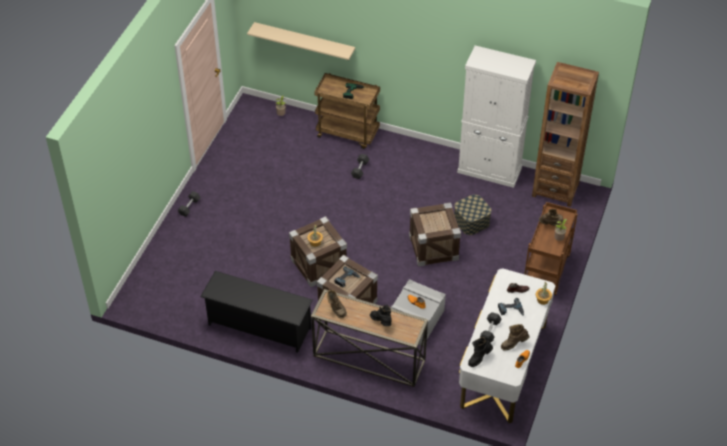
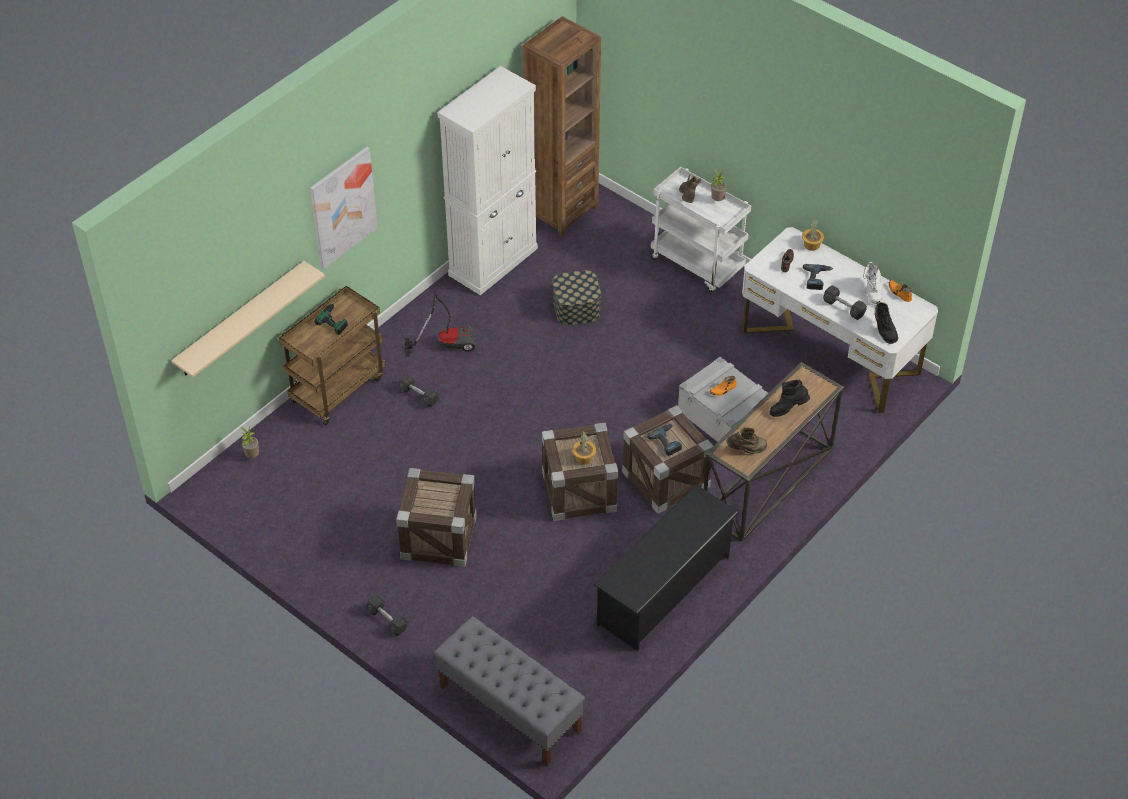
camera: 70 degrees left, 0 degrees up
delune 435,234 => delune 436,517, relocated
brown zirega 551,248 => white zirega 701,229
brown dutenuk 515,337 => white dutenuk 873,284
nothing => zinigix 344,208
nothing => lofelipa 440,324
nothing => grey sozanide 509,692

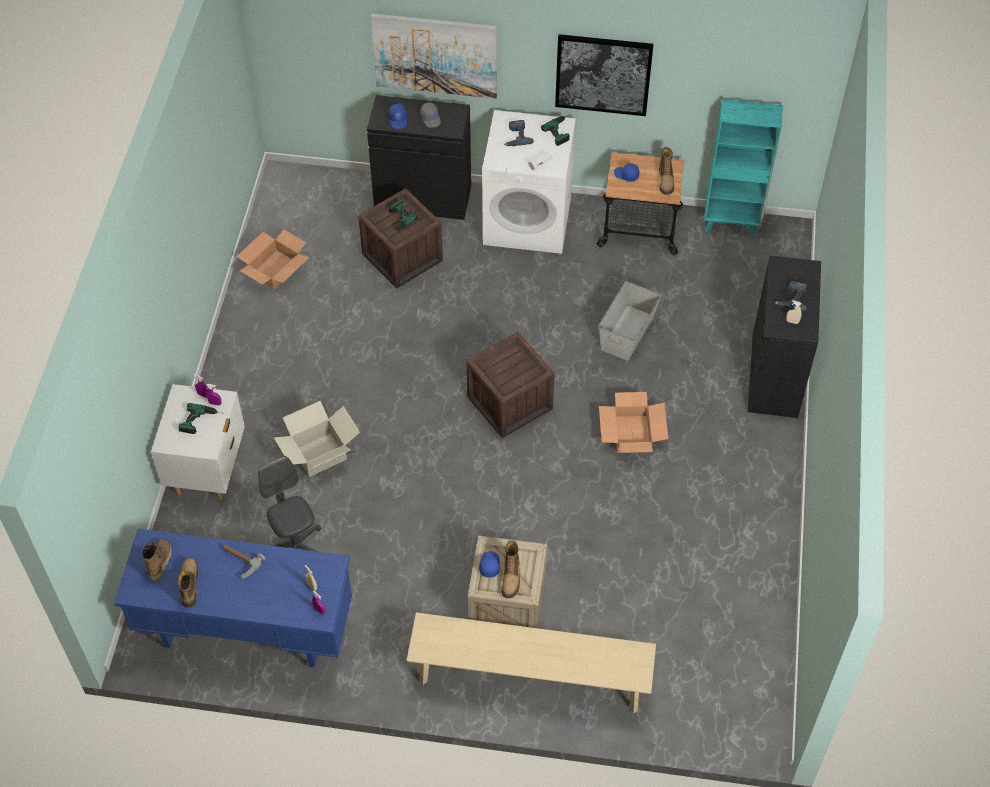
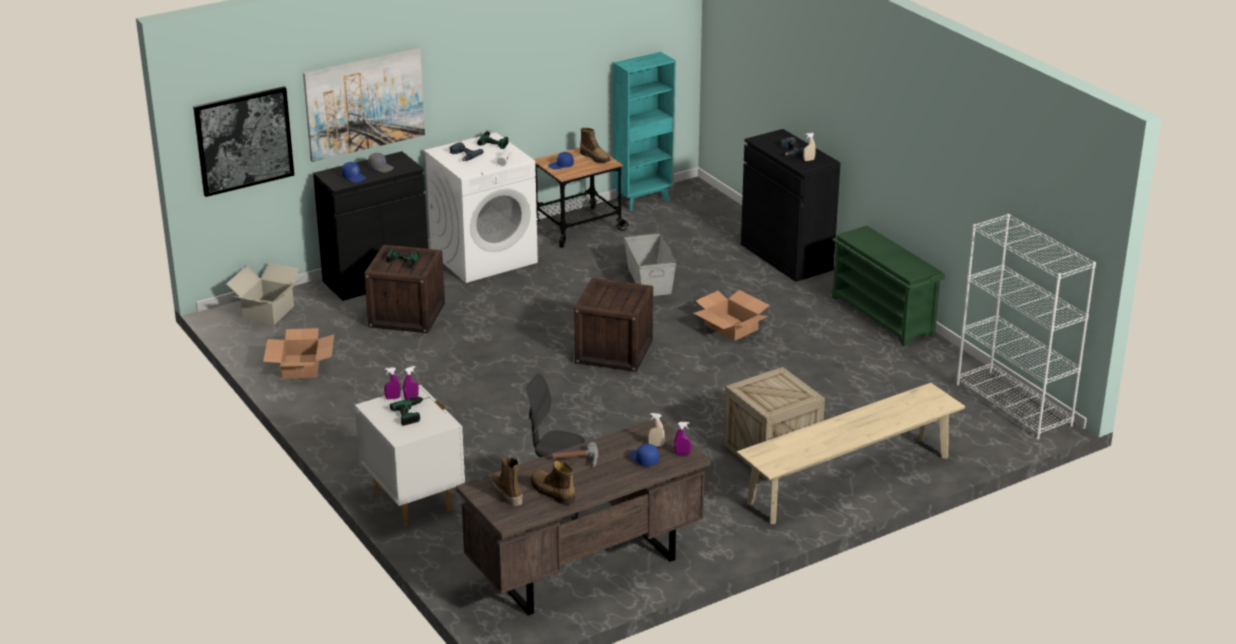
camera: 40 degrees left, 25 degrees down
zinigix 604,75 => zinigix 243,141, relocated
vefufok 317,439 => vefufok 265,294, relocated
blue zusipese 233,598 => brown zusipese 583,516
dutenuk 510,569 => nothing
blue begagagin 489,564 => blue begagagin 644,455, relocated
nothing => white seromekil 1026,327
nothing => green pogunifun 888,285

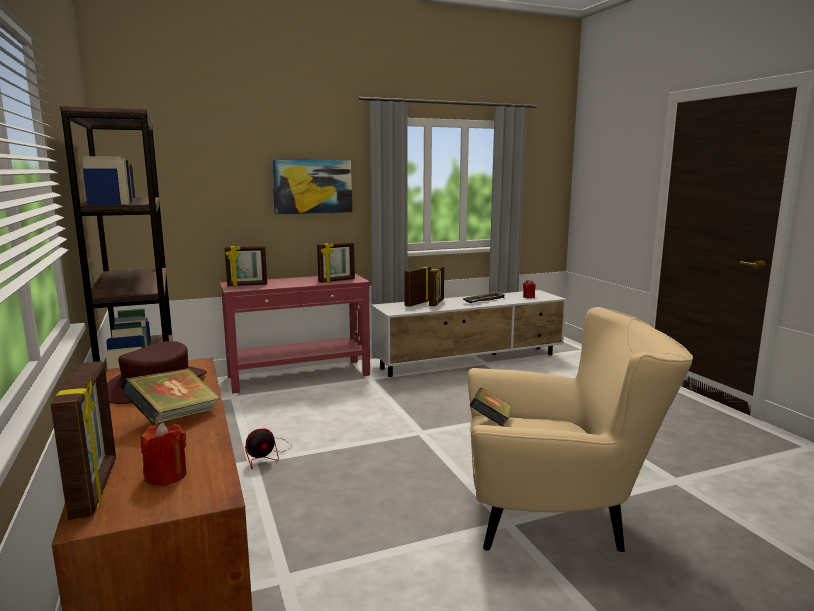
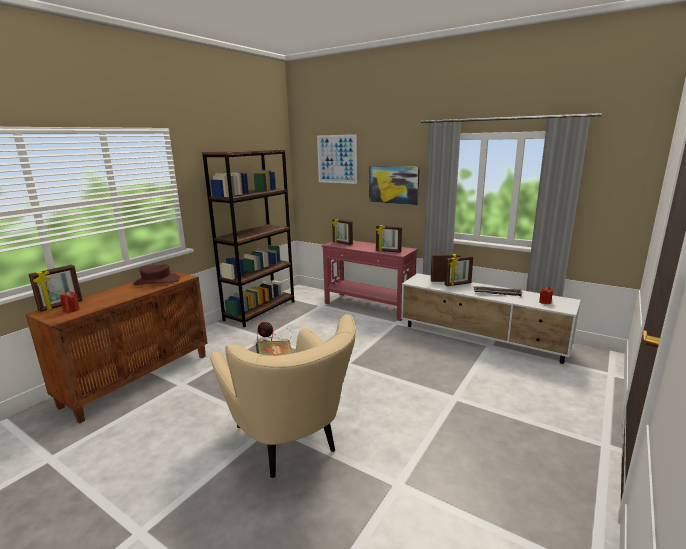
camera: 55 degrees right, 5 degrees up
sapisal 170,396 => nothing
nothing => zinigix 337,159

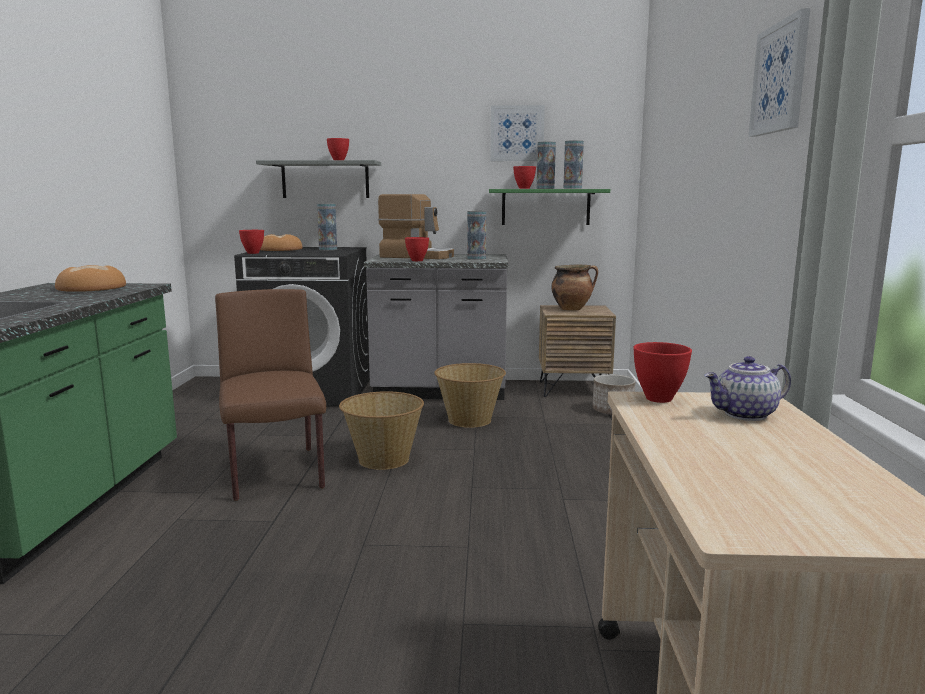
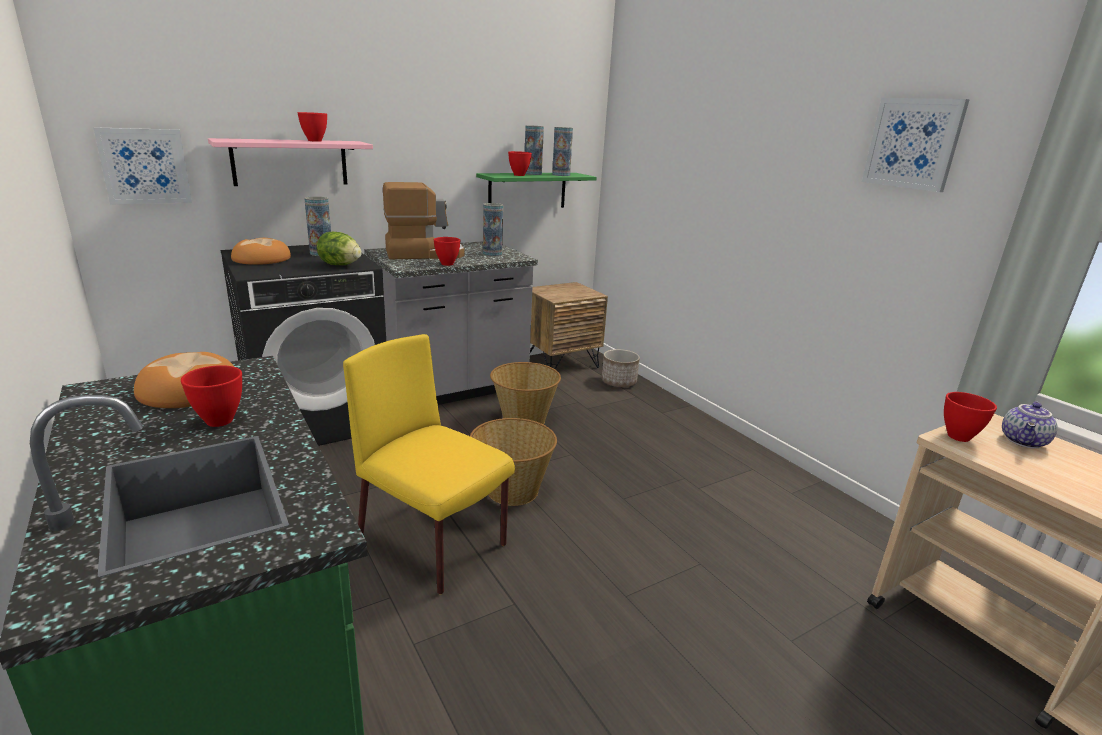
camera: 35 degrees left, 10 degrees up
zinigix 518,133 => zinigix 142,166, relocated
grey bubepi 318,179 => pink bubepi 290,162
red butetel 251,242 => red butetel 211,396, relocated
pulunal 574,288 => nothing
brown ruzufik 270,395 => yellow ruzufik 429,464
nothing => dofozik 339,248

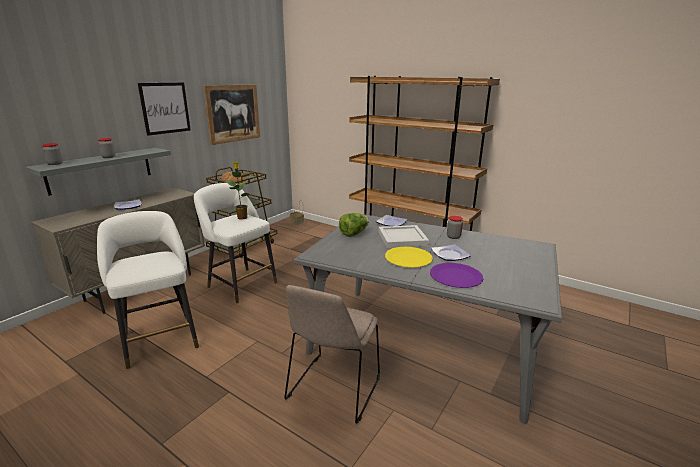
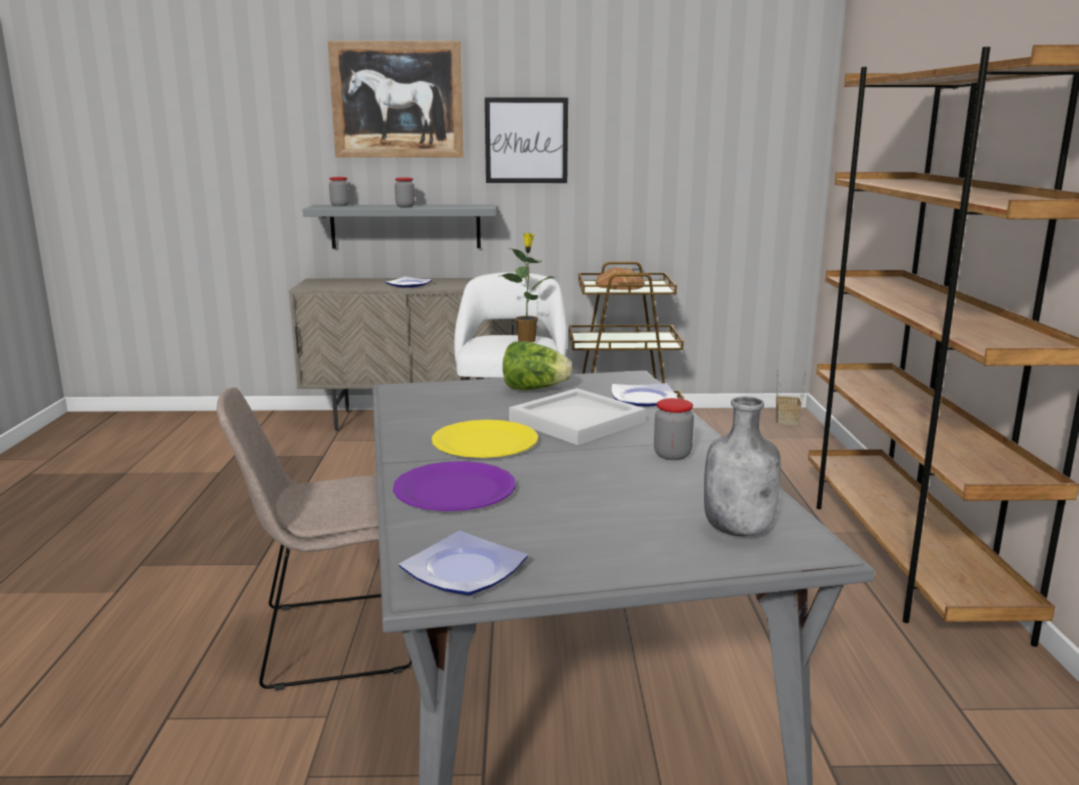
camera: 55 degrees right, 5 degrees down
zinigix 231,114 => zinigix 396,99, relocated
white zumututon 148,290 => nothing
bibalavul 451,252 => bibalavul 463,563, relocated
nothing => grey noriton 742,466

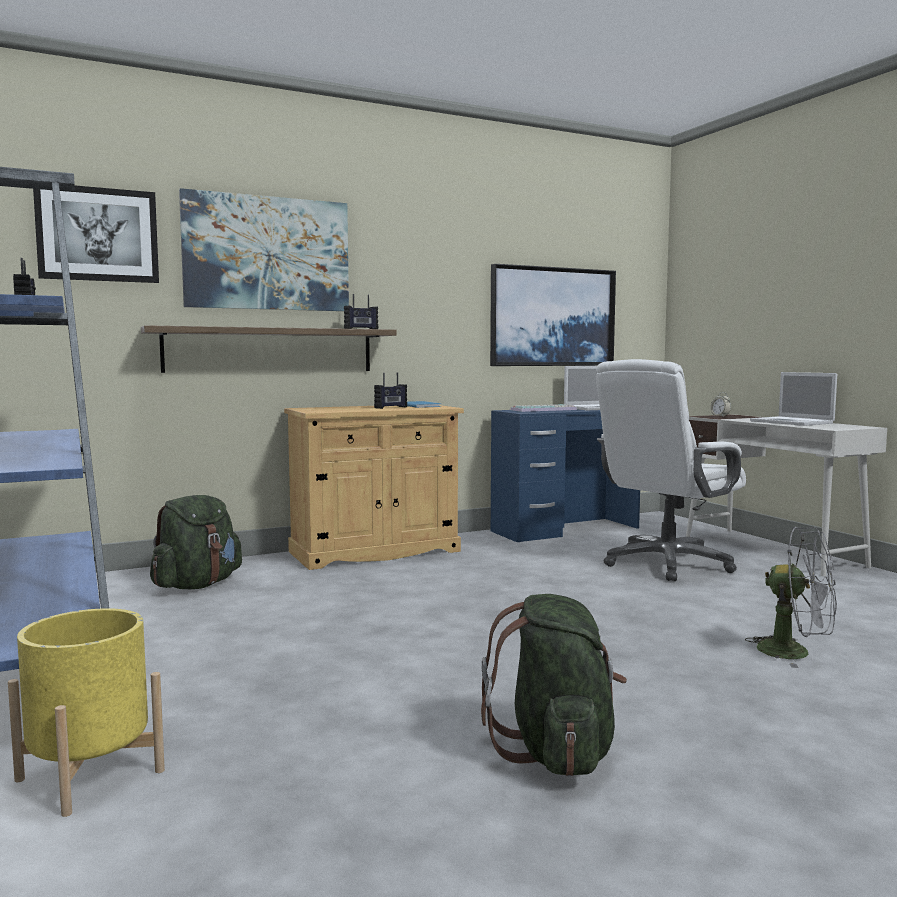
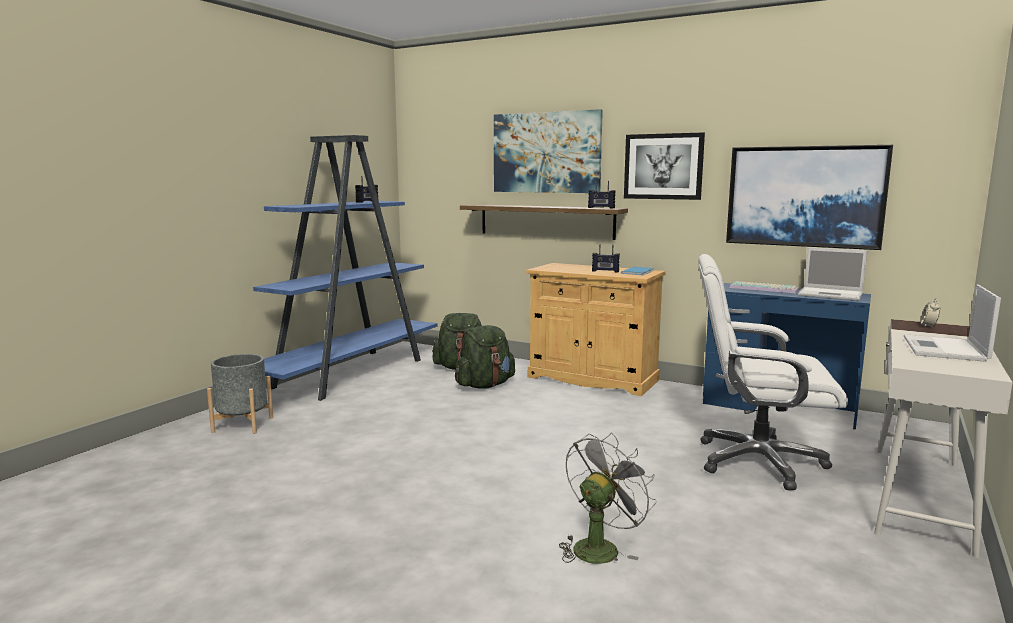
camera: 55 degrees right, 5 degrees up
zinigix 96,234 => zinigix 664,166, relocated
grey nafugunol 791,597 => grey nafugunol 608,498, 135 degrees counterclockwise
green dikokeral 554,685 => green dikokeral 485,357, relocated
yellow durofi 86,712 => grey durofi 240,394

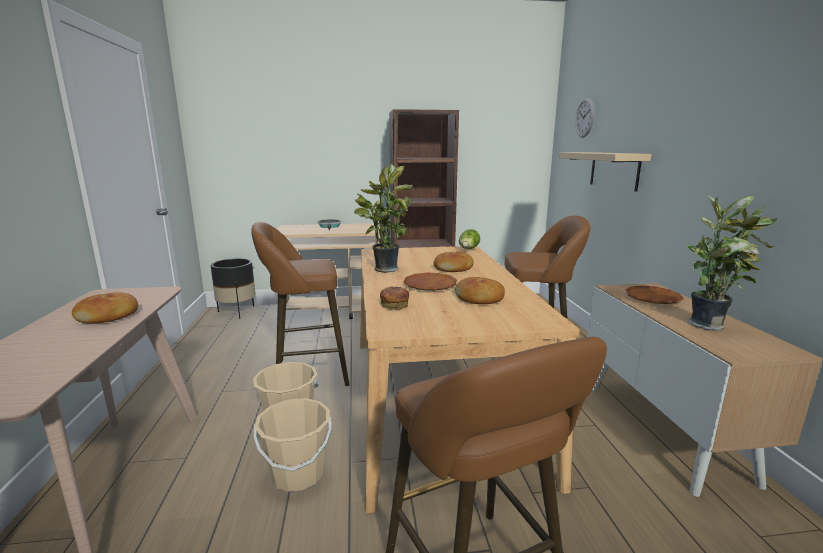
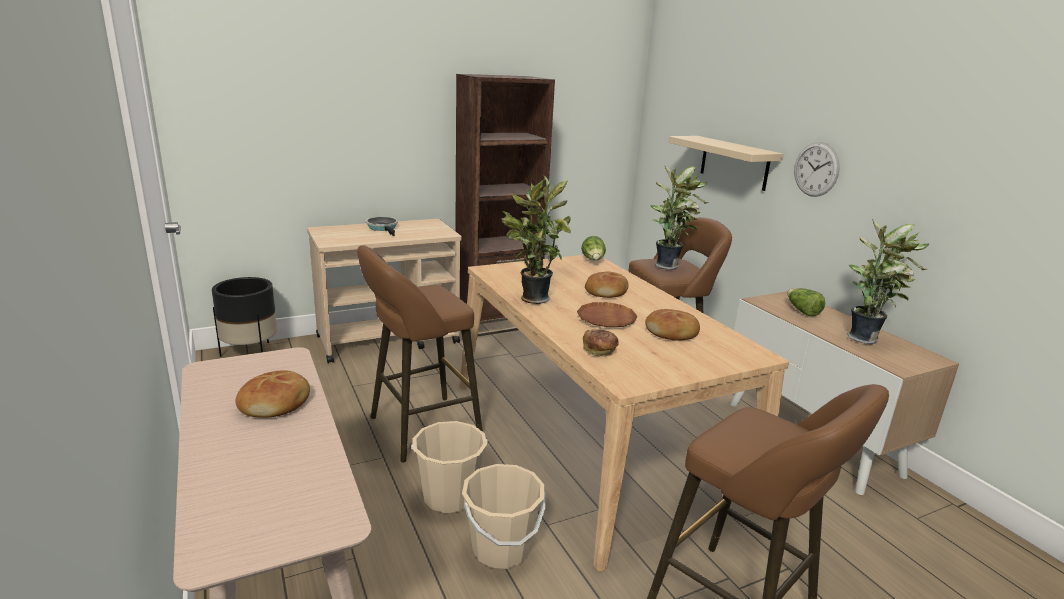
camera: 20 degrees left, 5 degrees up
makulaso 585,118 => makulaso 817,169, relocated
brown bibalavul 655,294 => dofozik 806,302
nothing => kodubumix 679,218

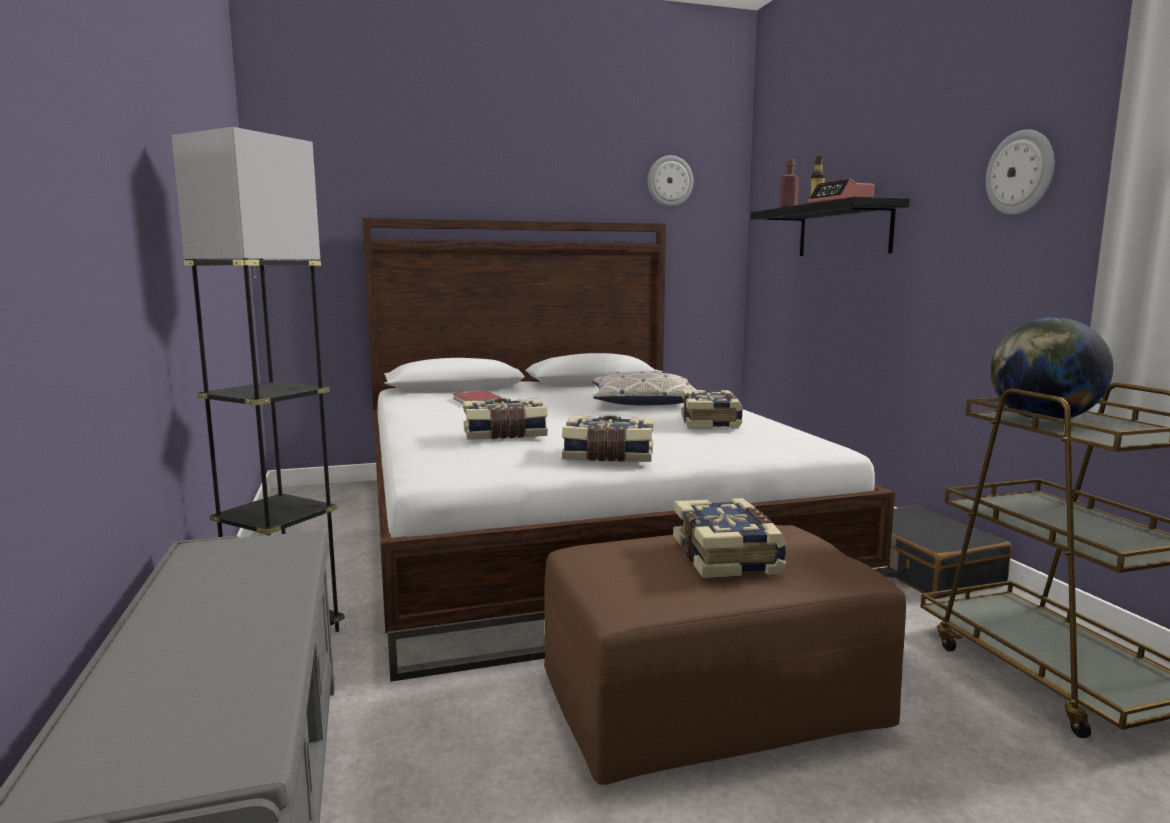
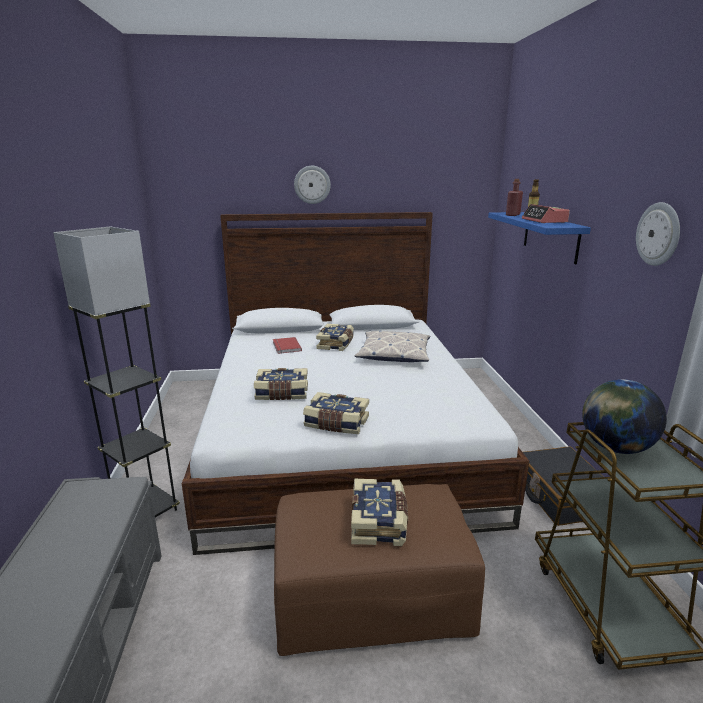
camera: 10 degrees right, 10 degrees up
makulaso 670,181 => makulaso 312,185, relocated
black bubepi 830,226 => blue bubepi 539,238
sapisal 712,409 => sapisal 335,337, relocated

